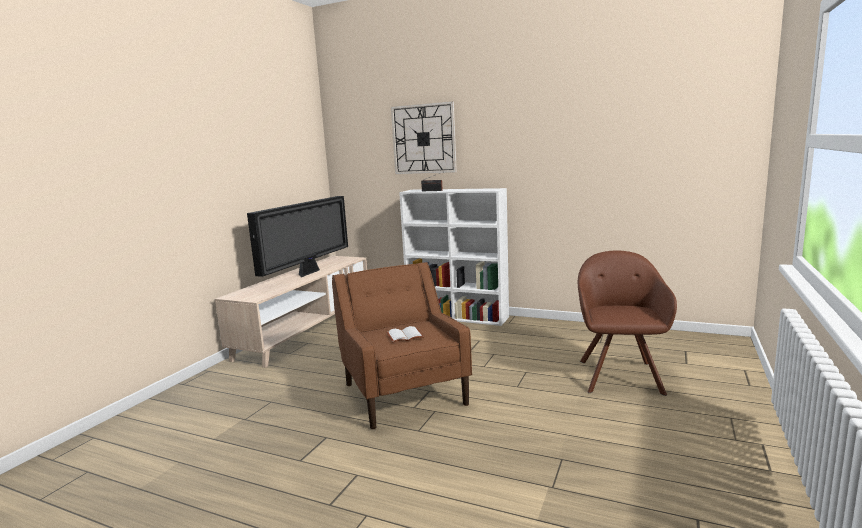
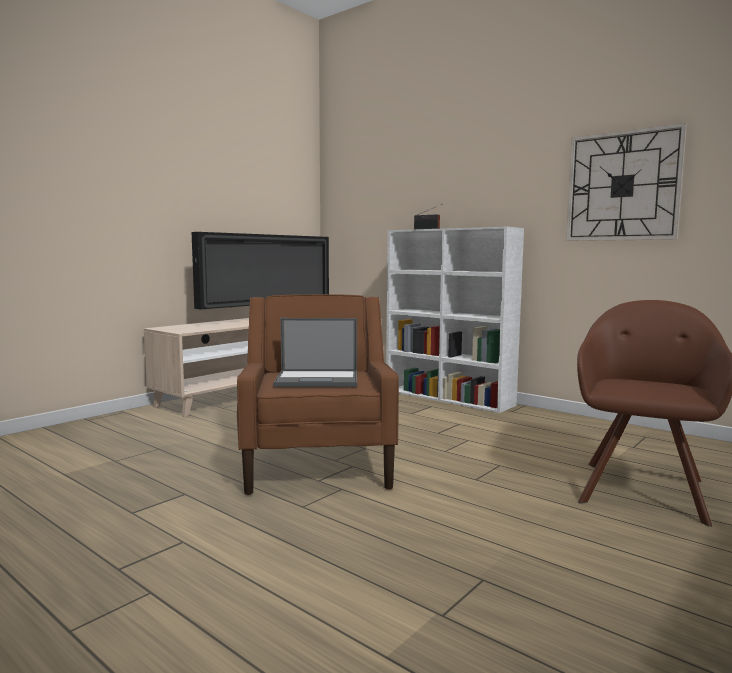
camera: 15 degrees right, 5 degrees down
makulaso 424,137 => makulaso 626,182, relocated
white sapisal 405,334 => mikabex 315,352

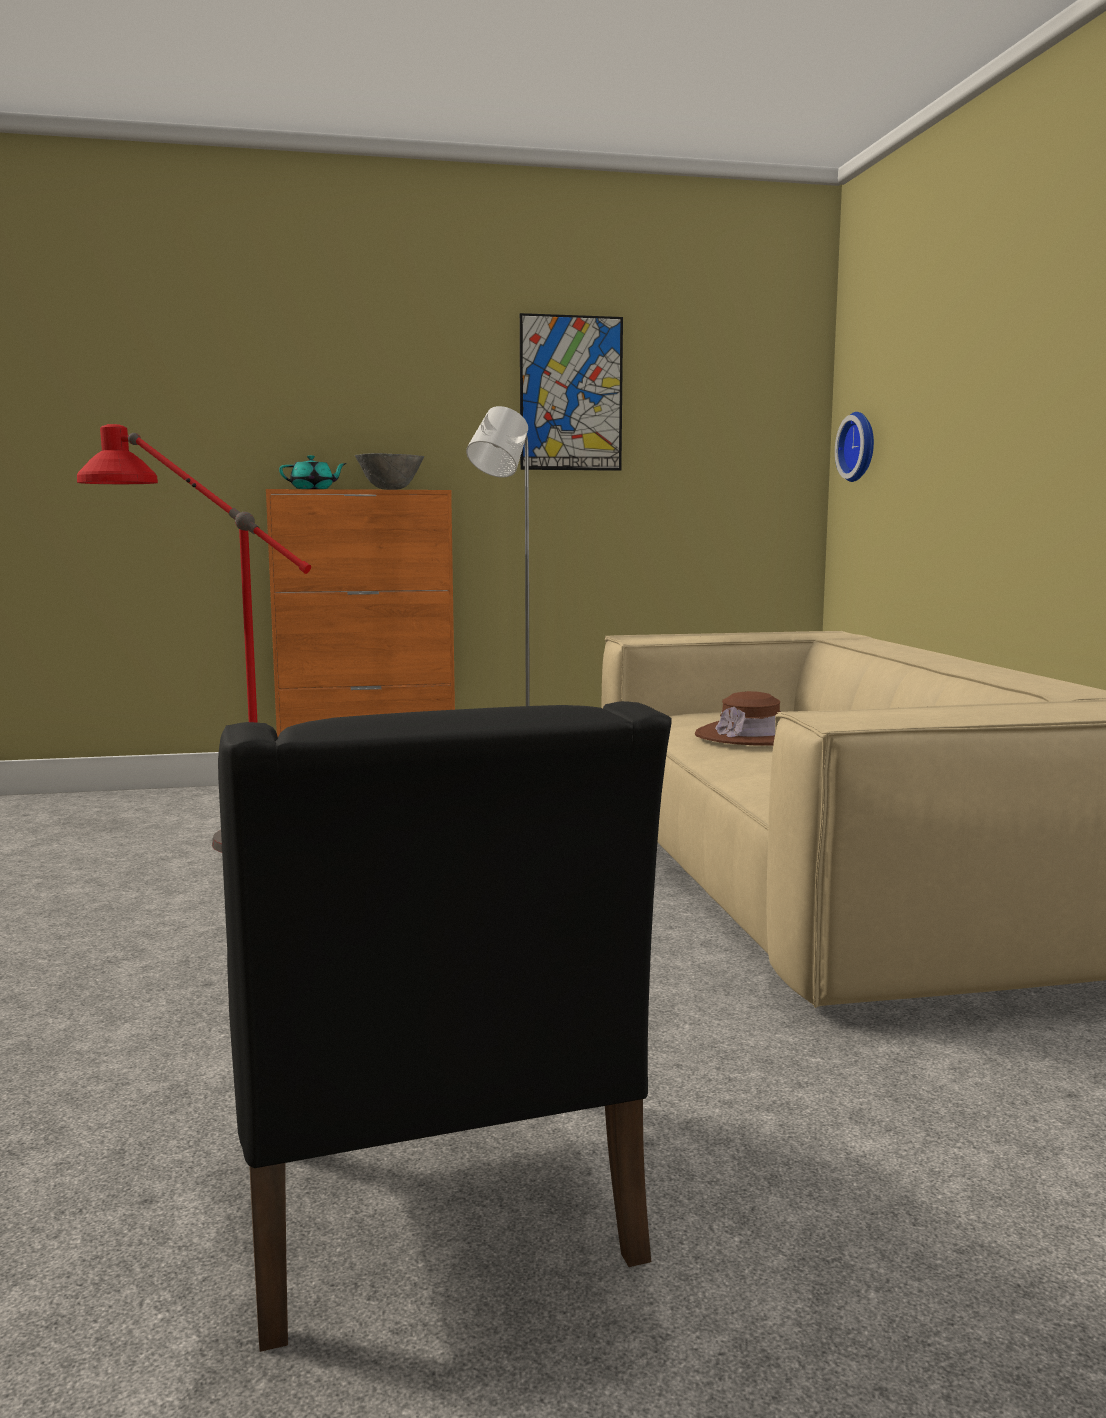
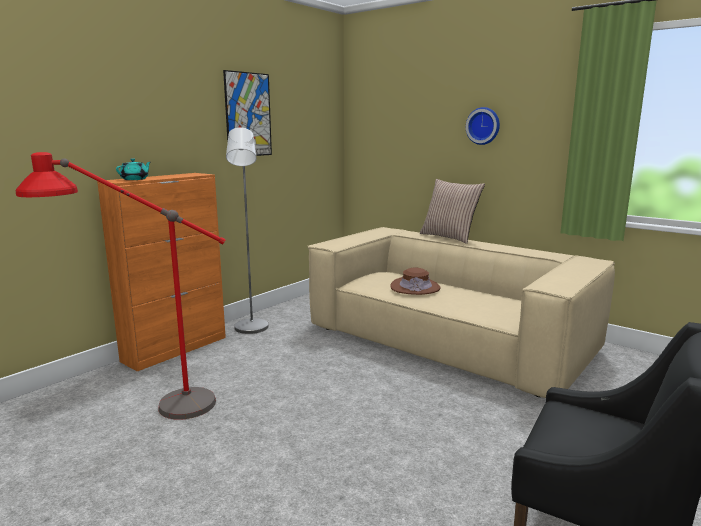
camera: 40 degrees left, 5 degrees up
makulaso 854,447 => makulaso 483,126, relocated
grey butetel 389,471 => nothing
nothing => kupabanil 452,211

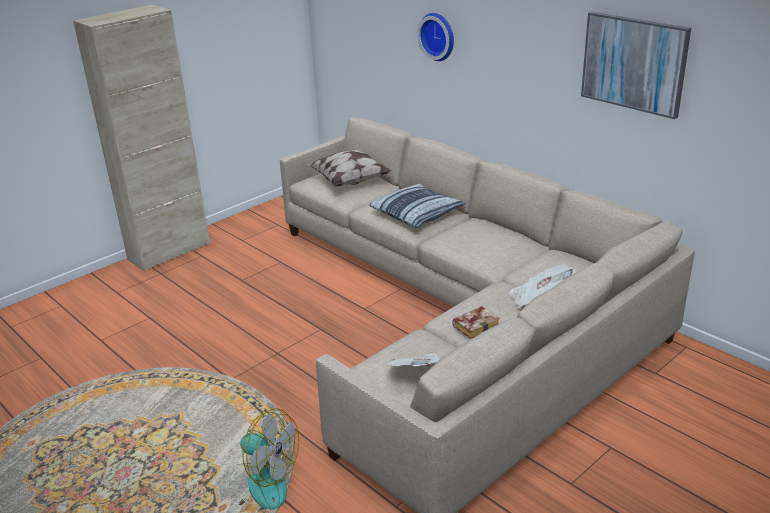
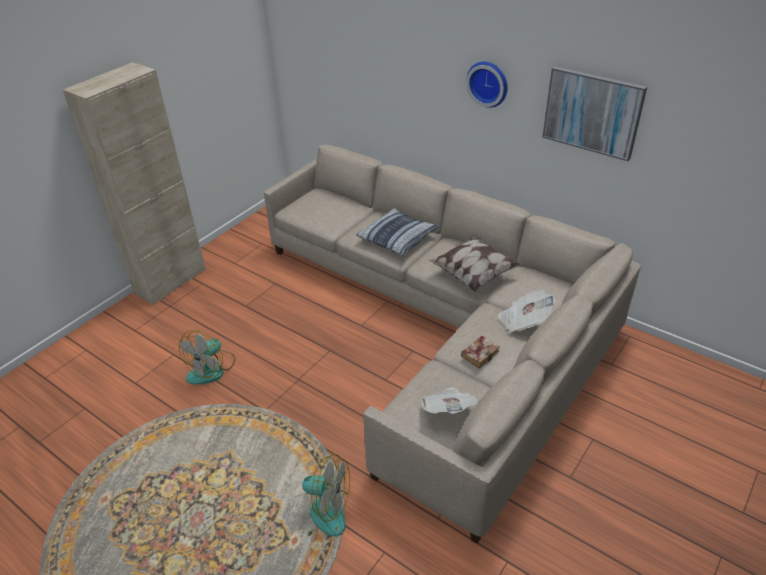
camera: 10 degrees left, 10 degrees up
makulaso 435,37 => makulaso 487,85, relocated
kupabanil 350,168 => kupabanil 474,263, relocated
nothing => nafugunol 207,357

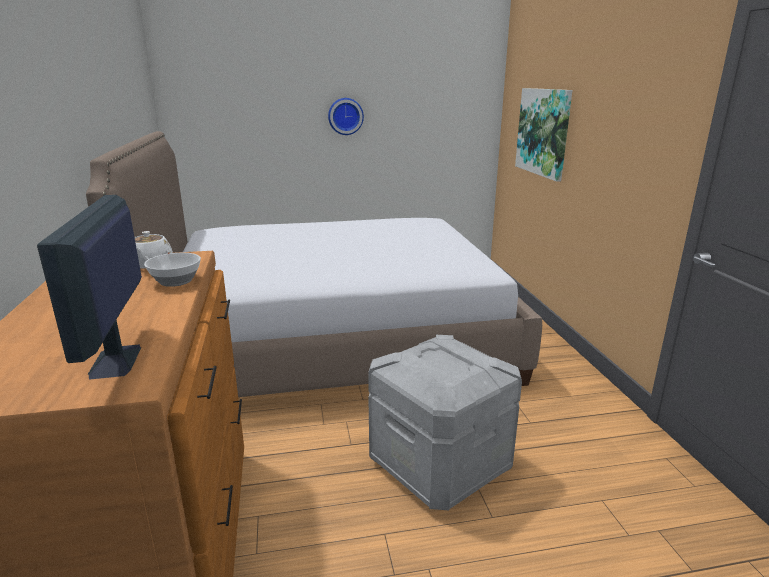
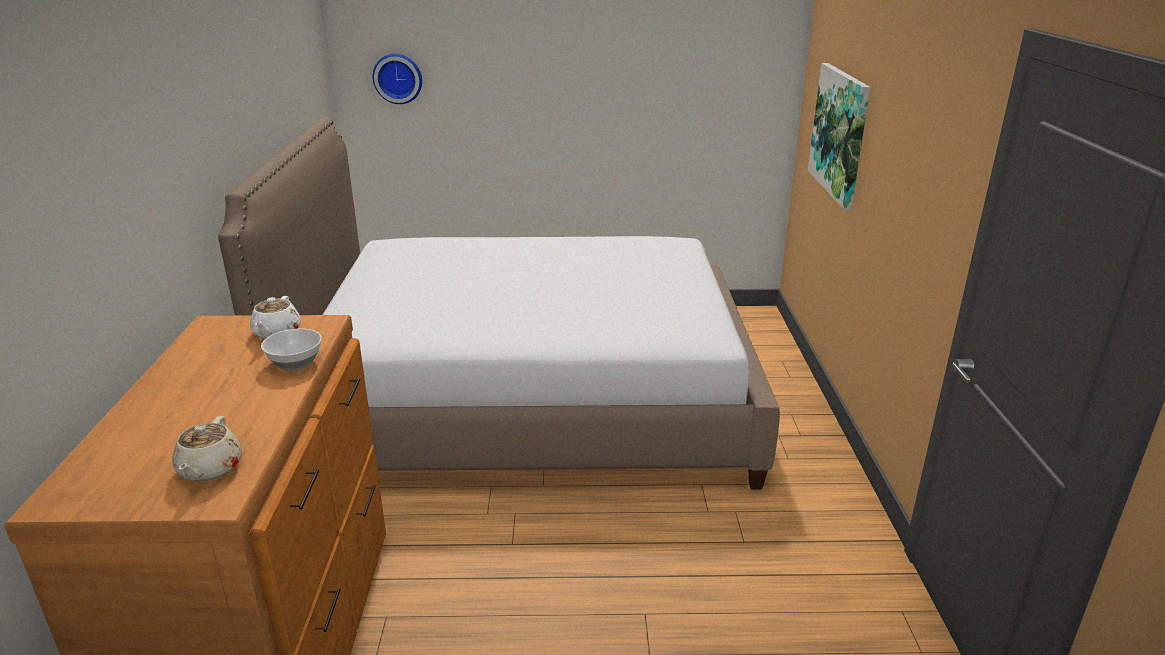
camera: 10 degrees right, 5 degrees up
makulaso 346,116 => makulaso 397,79, relocated
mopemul 89,287 => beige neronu 207,449
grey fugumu 445,422 => nothing

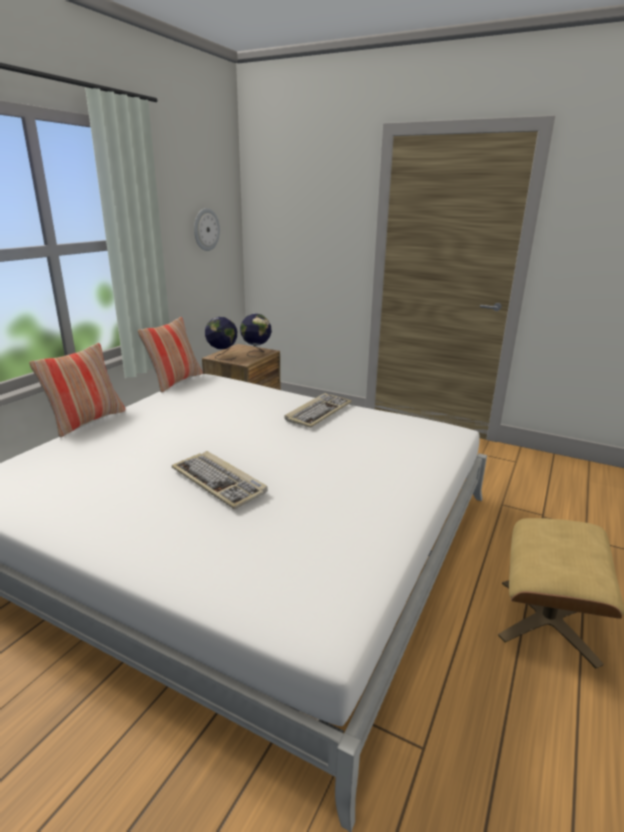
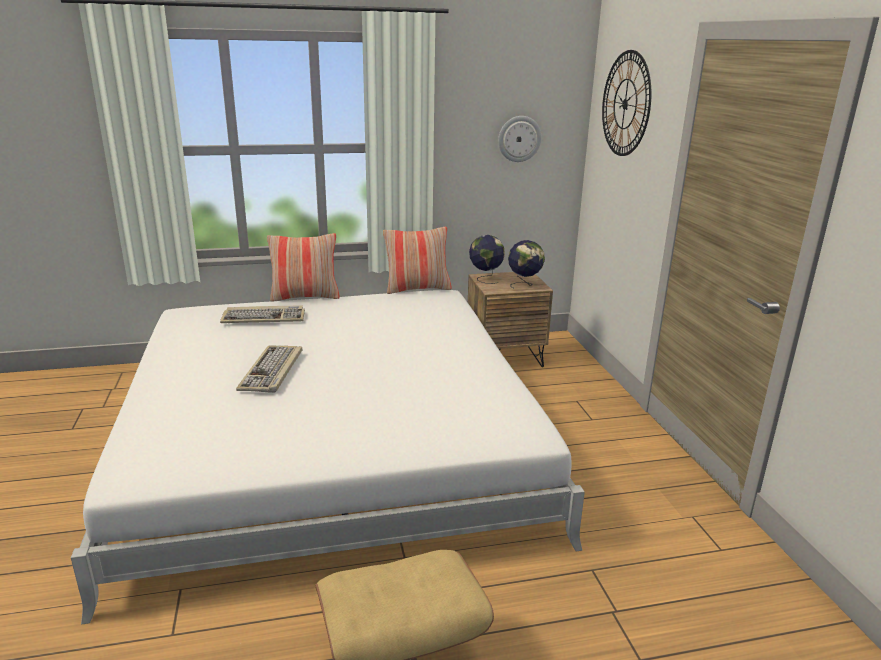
camera: 50 degrees right, 0 degrees up
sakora 318,410 => sakora 262,314, relocated
nothing => makulaso 626,103

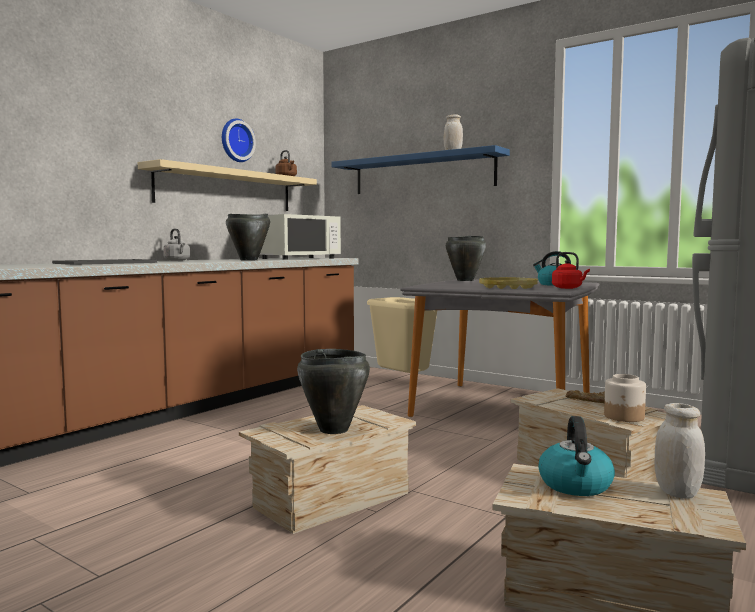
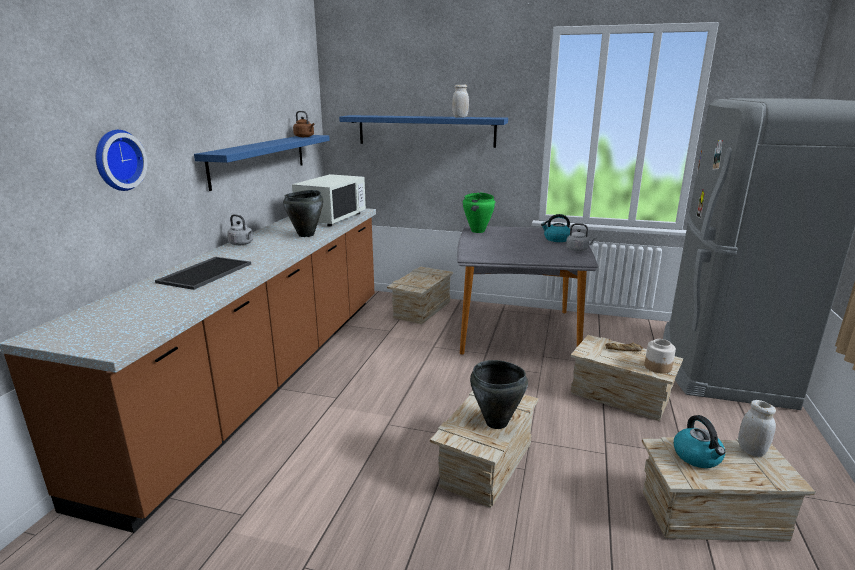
camera: 20 degrees left, 15 degrees up
makulaso 239,140 => makulaso 121,160, relocated
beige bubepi 227,185 => blue bubepi 262,163
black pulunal 466,258 => green pulunal 479,213
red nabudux 571,270 => grey nabudux 581,237
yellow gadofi 508,283 => nothing
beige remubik 402,335 => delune 420,295

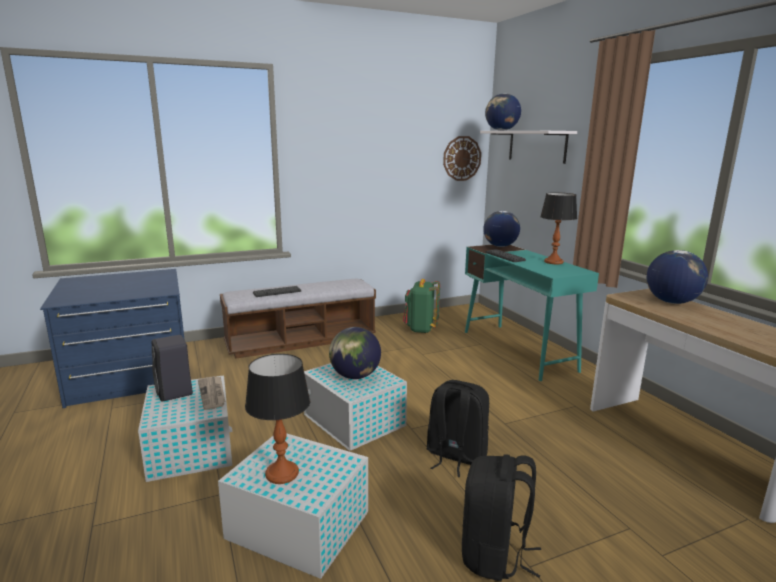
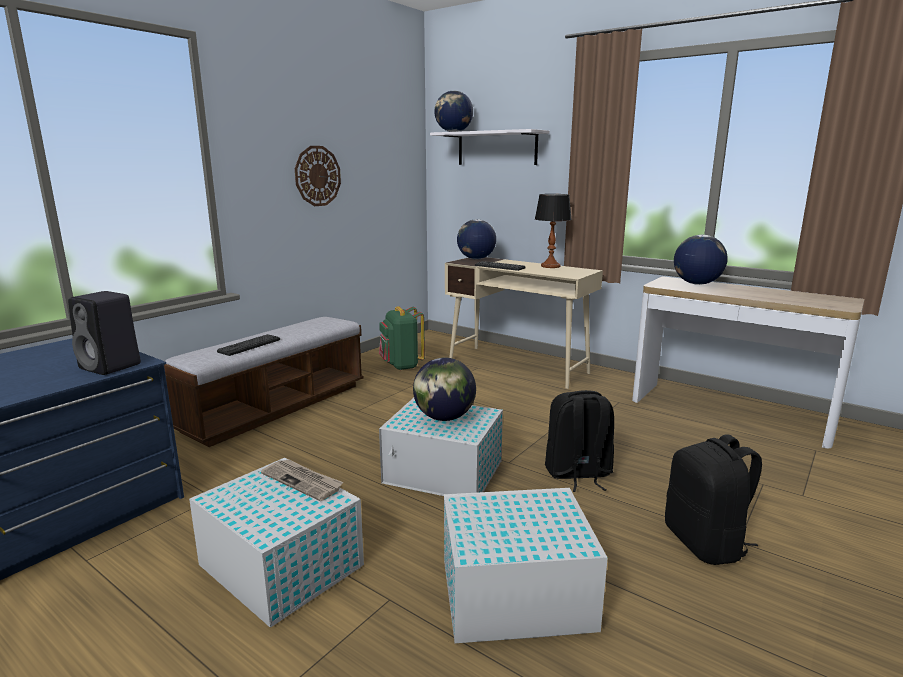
camera: 30 degrees left, 0 degrees up
makulaso 462,158 => makulaso 318,176, relocated
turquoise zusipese 532,313 => beige zusipese 524,323
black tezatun 172,368 => black tezatun 104,333, relocated
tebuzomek 277,419 => nothing

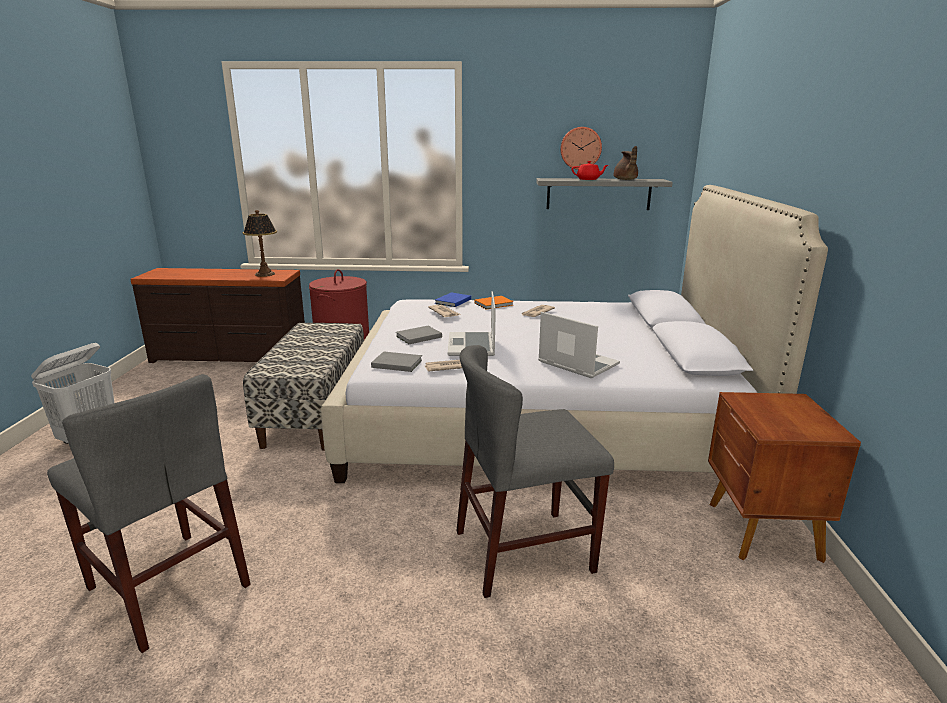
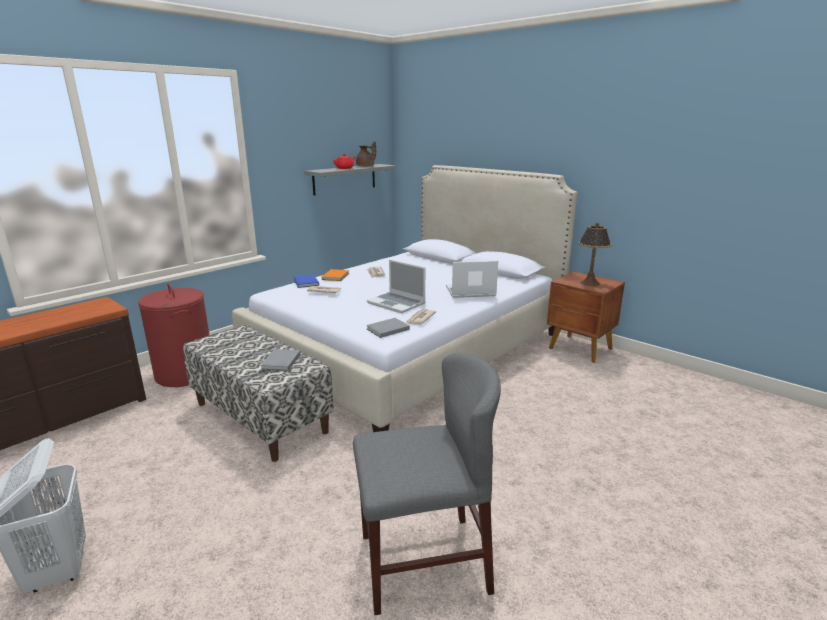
camera: 50 degrees left, 0 degrees up
makulaso 581,148 => nothing
tebuzomek 260,243 => tebuzomek 595,254, relocated
grey sapisal 419,335 => grey sapisal 280,360, relocated
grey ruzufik 535,471 => nothing

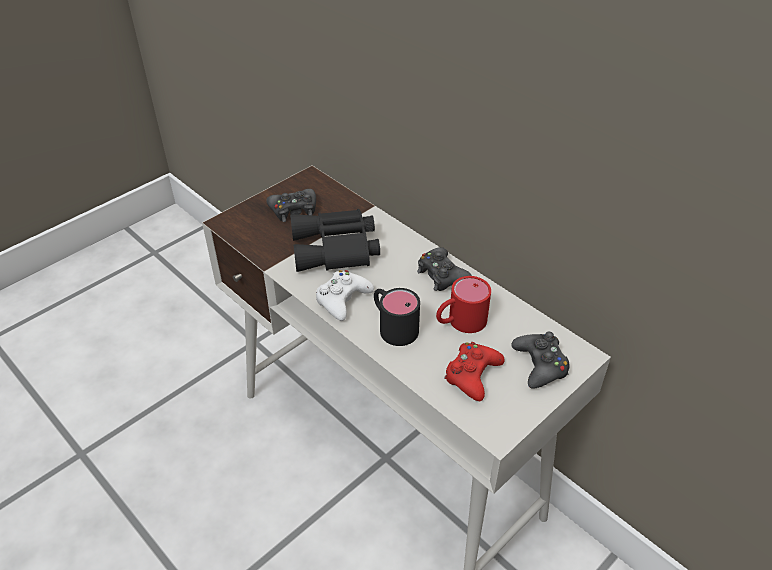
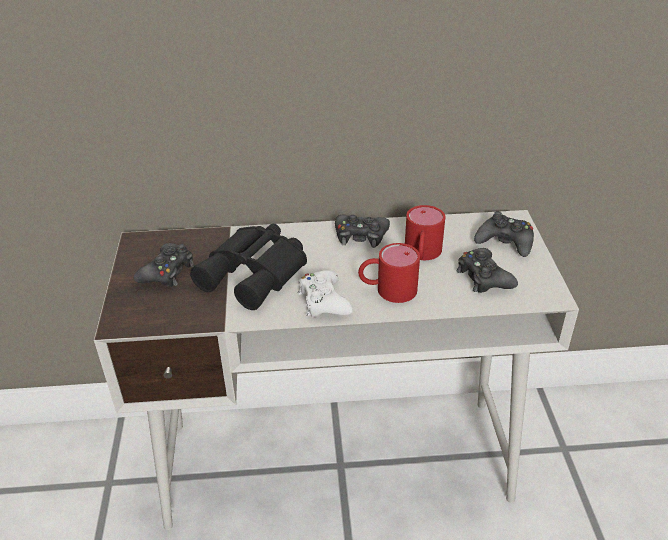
camera: 50 degrees left, 5 degrees down
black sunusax 397,317 => red sunusax 389,273
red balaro 474,371 => black balaro 487,270

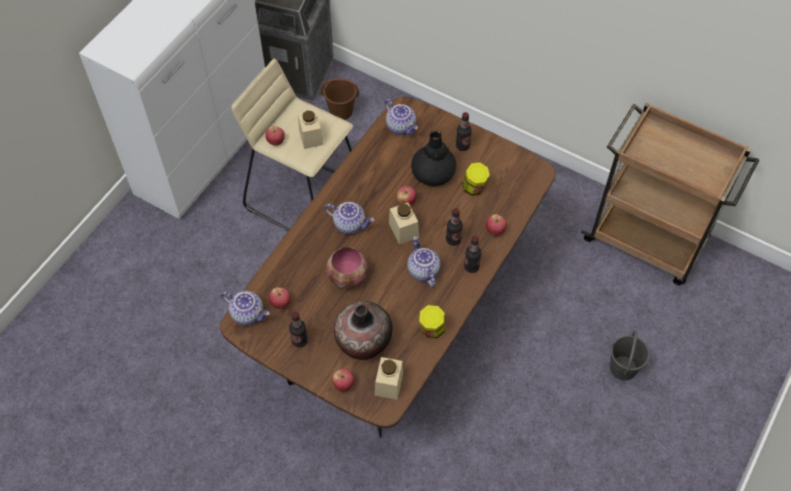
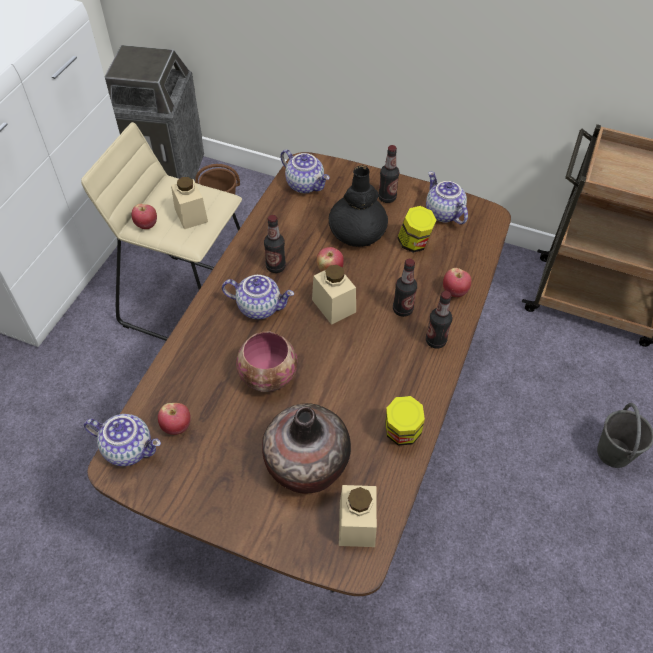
camera: 10 degrees left, 5 degrees down
neronu 423,261 => neronu 447,198, relocated
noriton 298,329 => noriton 275,244, relocated
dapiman 343,380 => nothing

